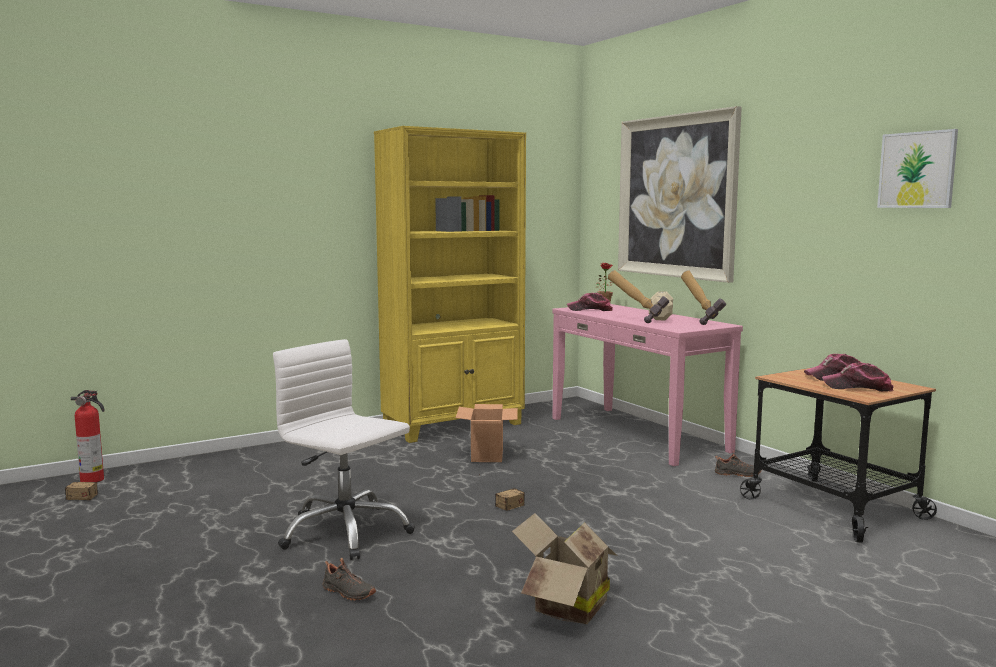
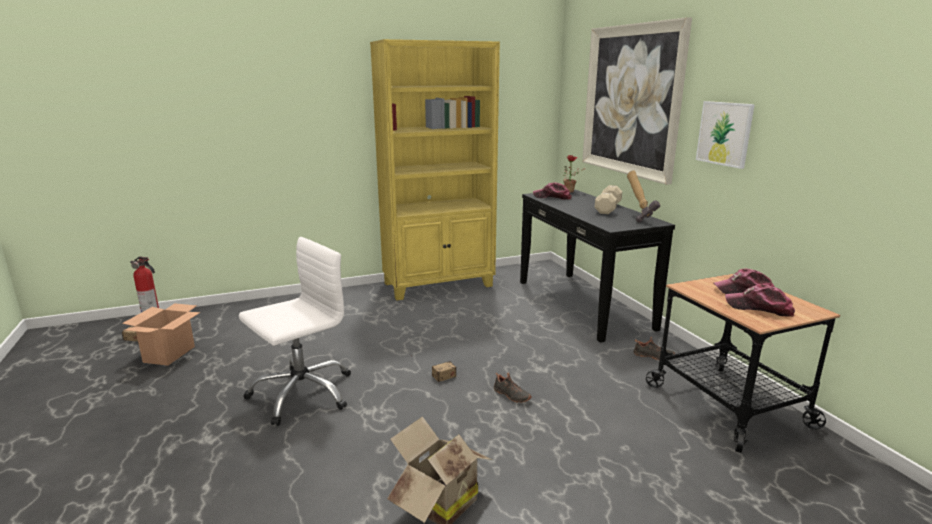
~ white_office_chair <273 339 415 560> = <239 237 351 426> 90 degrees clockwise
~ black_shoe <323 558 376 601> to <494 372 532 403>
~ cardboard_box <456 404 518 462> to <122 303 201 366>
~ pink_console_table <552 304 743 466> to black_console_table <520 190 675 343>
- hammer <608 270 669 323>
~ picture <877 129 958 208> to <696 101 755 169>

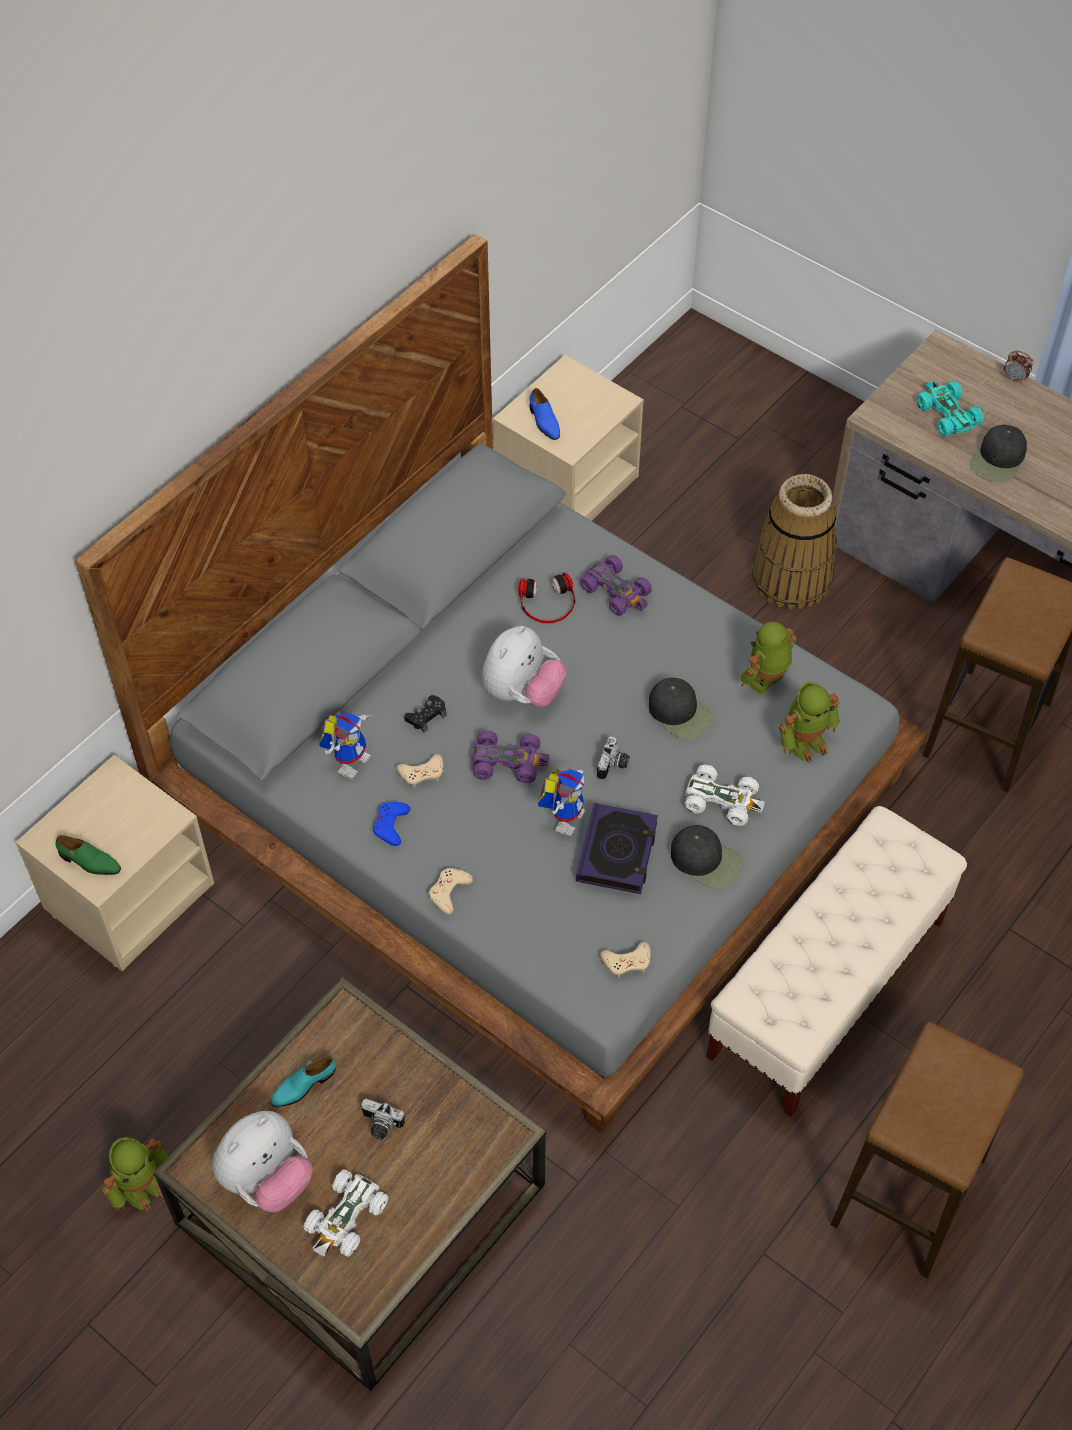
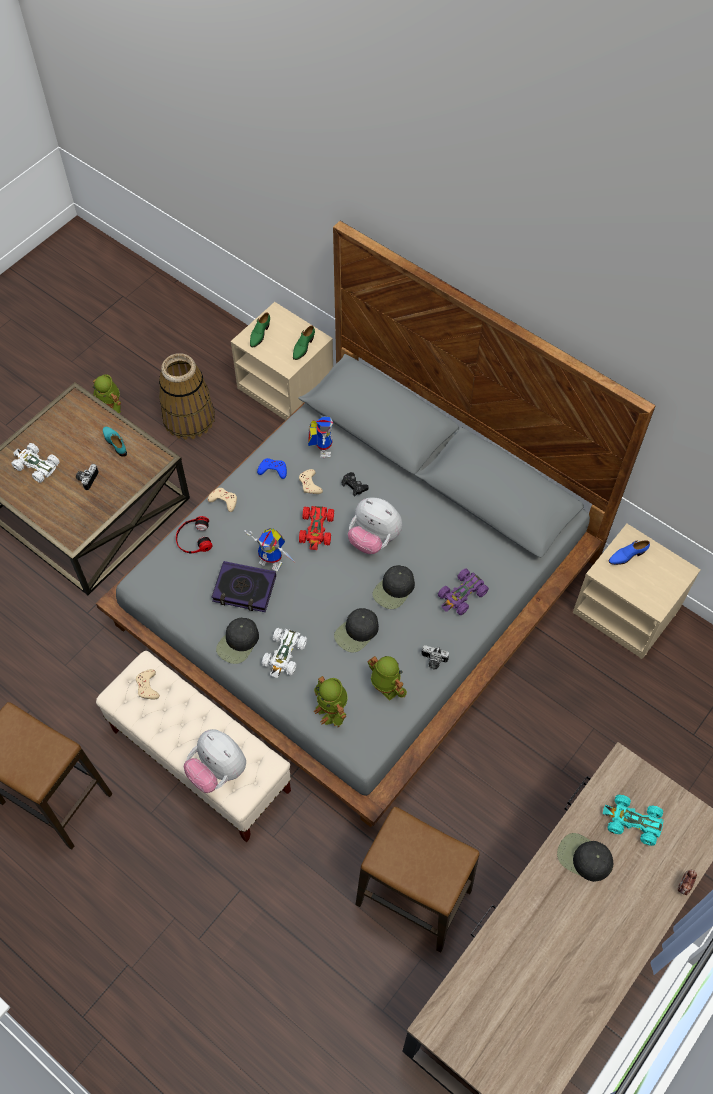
~ plush_toy <212 1111 313 1212> to <184 729 246 793>
~ toy_robot <319 712 375 779> = <308 416 333 458> 120 degrees counterclockwise
~ purple_toy_car <471 730 549 783> to red_toy_car <299 506 334 550>
~ headphones <518 572 575 623> to <176 516 213 554>
~ photo_camera <597 736 630 780> to <422 645 449 670>
~ beige_game_controller <600 942 651 978> to <136 669 160 699>
~ basket <752 474 837 609> to <159 353 215 440>
~ turquoise_toy_car <917 381 984 437> = <603 795 663 846> 135 degrees counterclockwise
+ green_shoe <293 325 315 360>
+ black_cap <372 565 415 609>

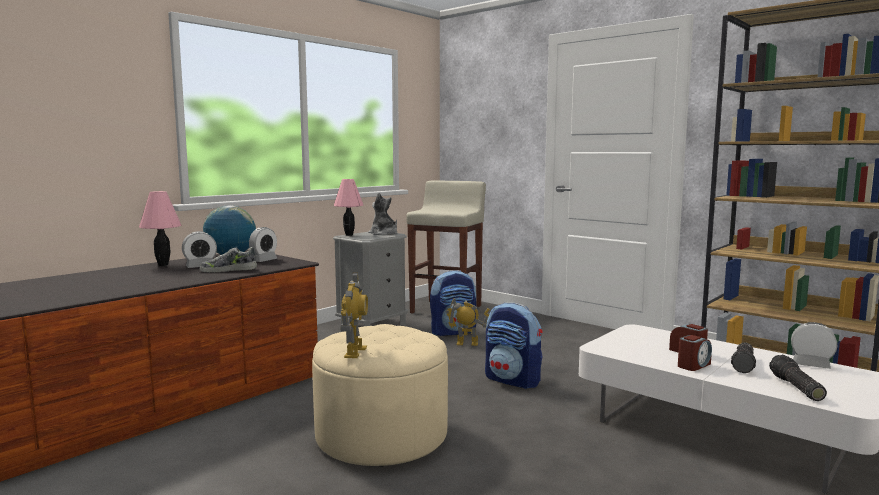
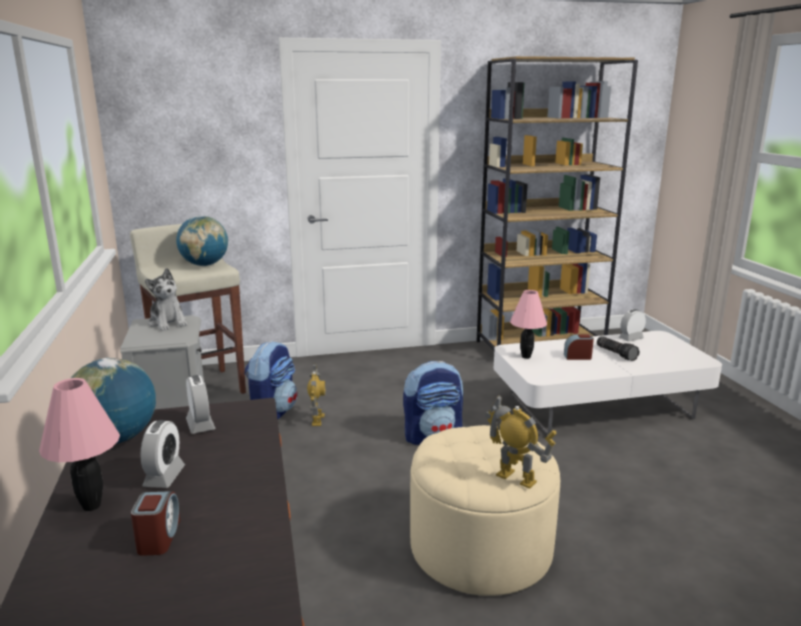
- shoe <200 247 257 273>
~ pink_table_lamp <334 179 363 236> to <510 290 547 359>
~ plush_toy <368 193 397 235> = <145 268 188 331> 120 degrees counterclockwise
~ toy_robot <445 298 490 346> = <307 364 325 426> 135 degrees clockwise
~ alarm_clock <678 335 712 371> to <131 491 180 556>
- flashlight <769 355 827 401>
+ globe <176 216 228 266>

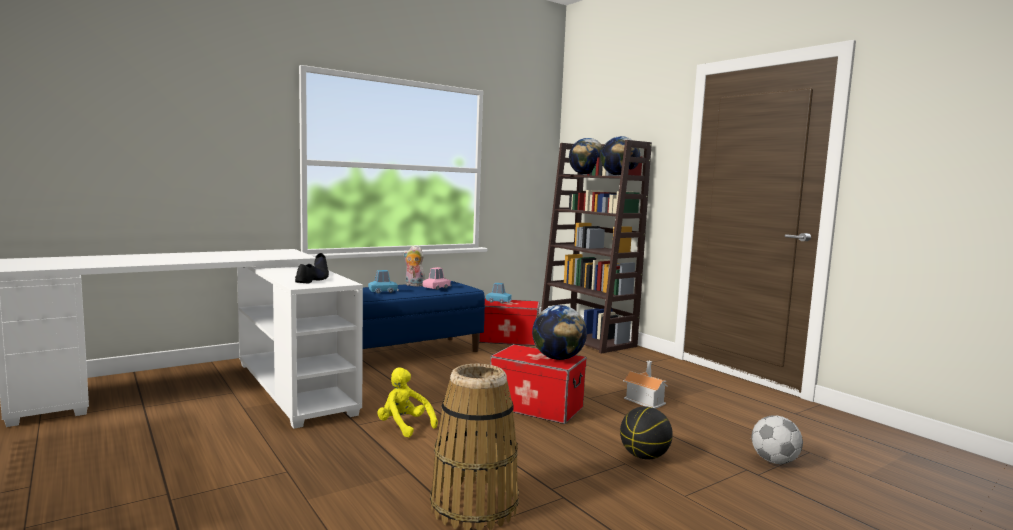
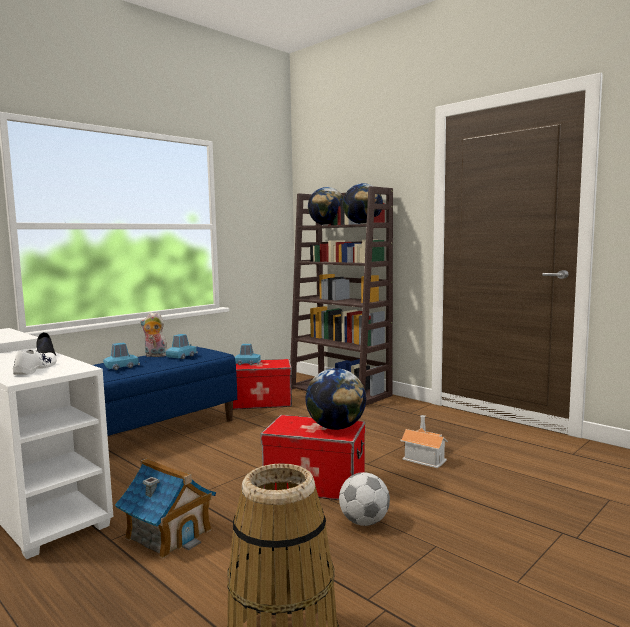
~ black_shoe <295 264 329 283> to white_shoe <13 349 57 375>
~ yellow_plush_toy <377 367 438 438> to toy_house <115 458 216 559>
~ pink_toy_car <423 267 451 290> to blue_toy_car <166 334 198 359>
- basketball <620 406 673 460>
~ football <752 415 803 464> to <339 472 390 526>

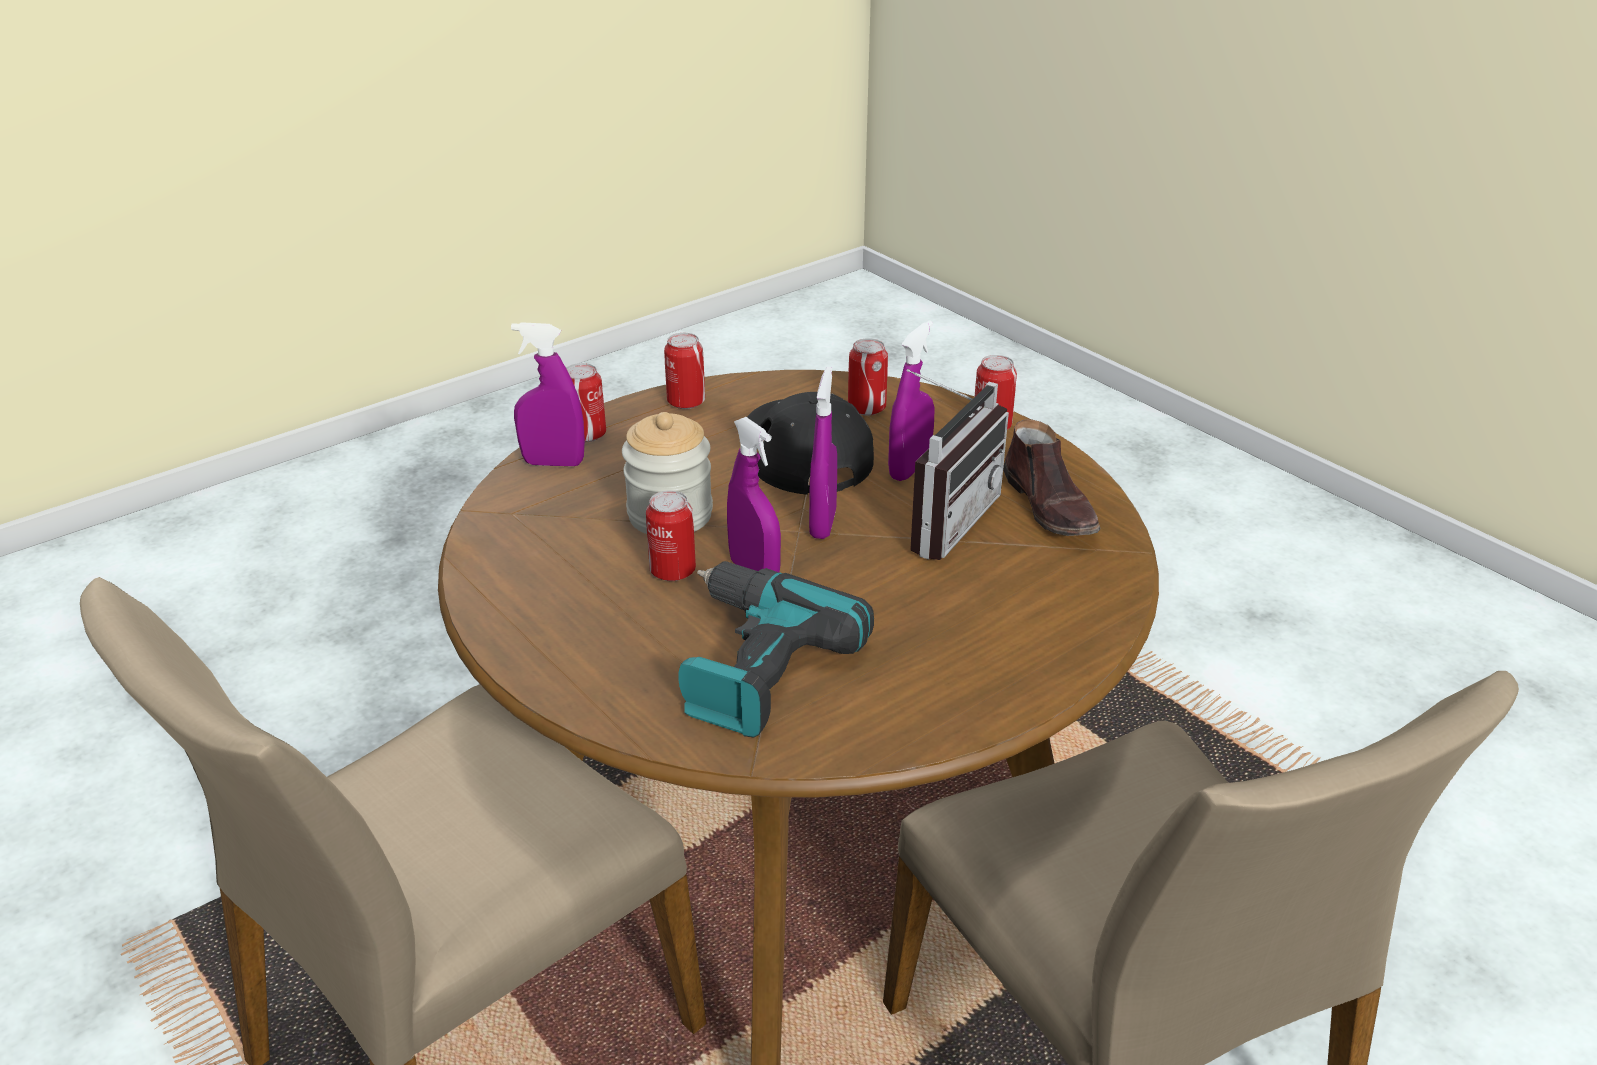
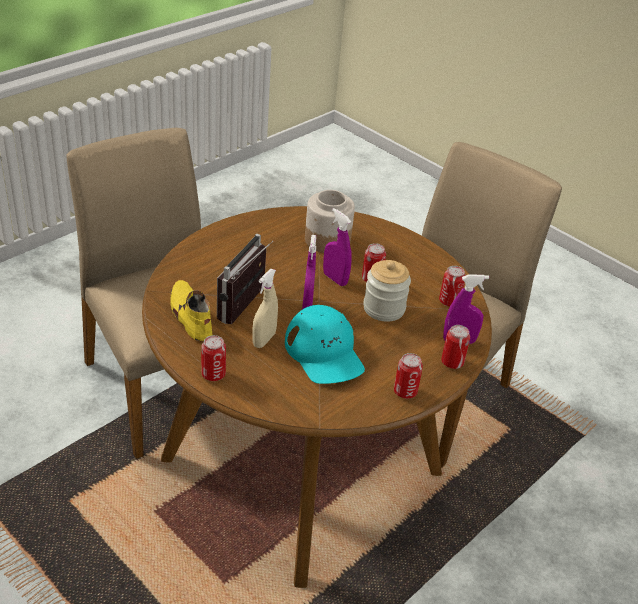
~ power_drill <678 561 874 737> to jar <305 190 355 253>
~ black_cap <747 392 874 495> to turquoise_cap <285 305 365 384>
~ can <848 338 888 416> to <439 266 466 307>
~ purple_spray_bottle <888 320 935 481> to beige_spray_bottle <252 269 278 348>
~ brown_shoe <1003 419 1100 536> to yellow_shoe <170 280 212 341>

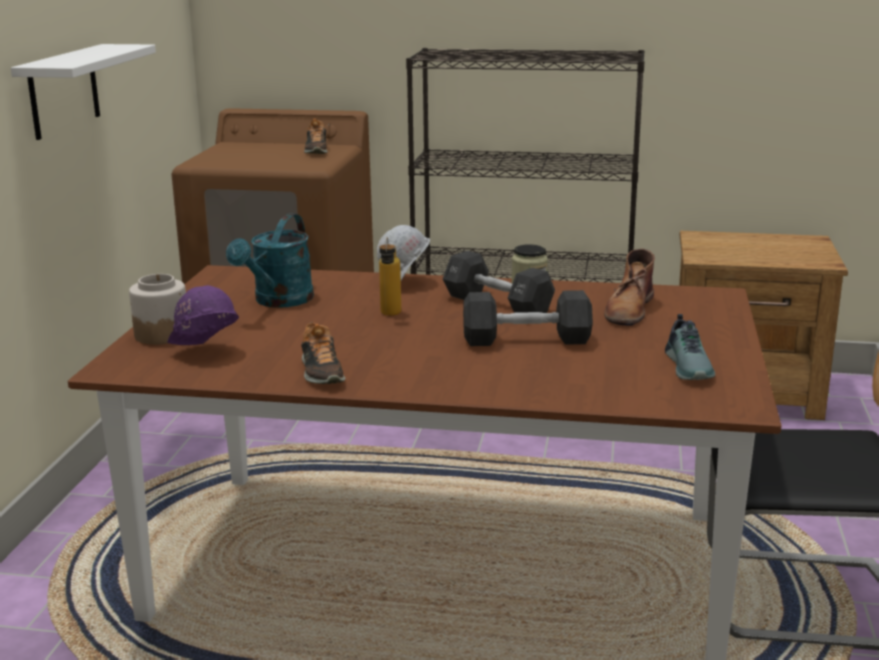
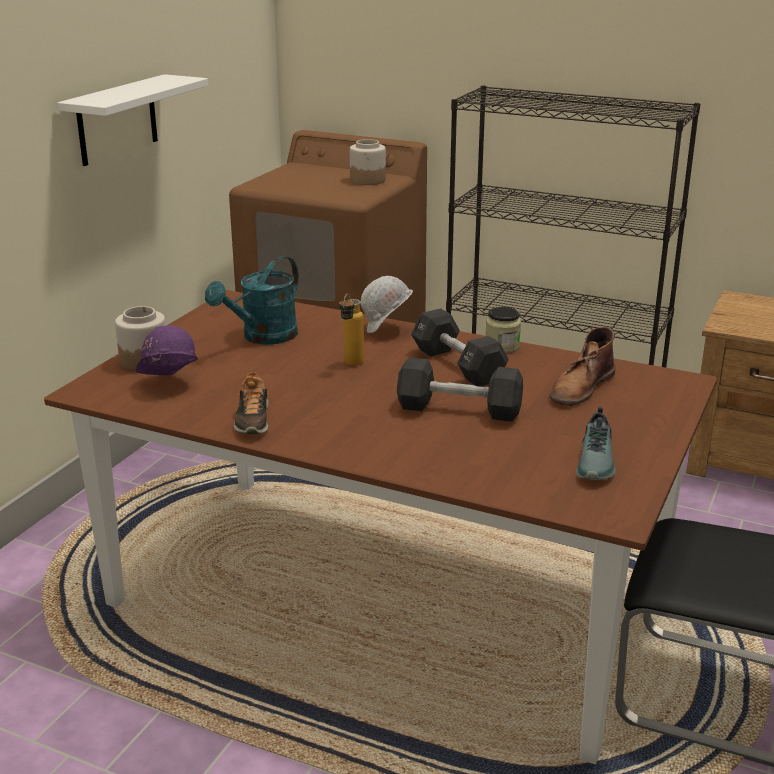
~ shoe <304 118 328 154> to jar <350 139 386 185>

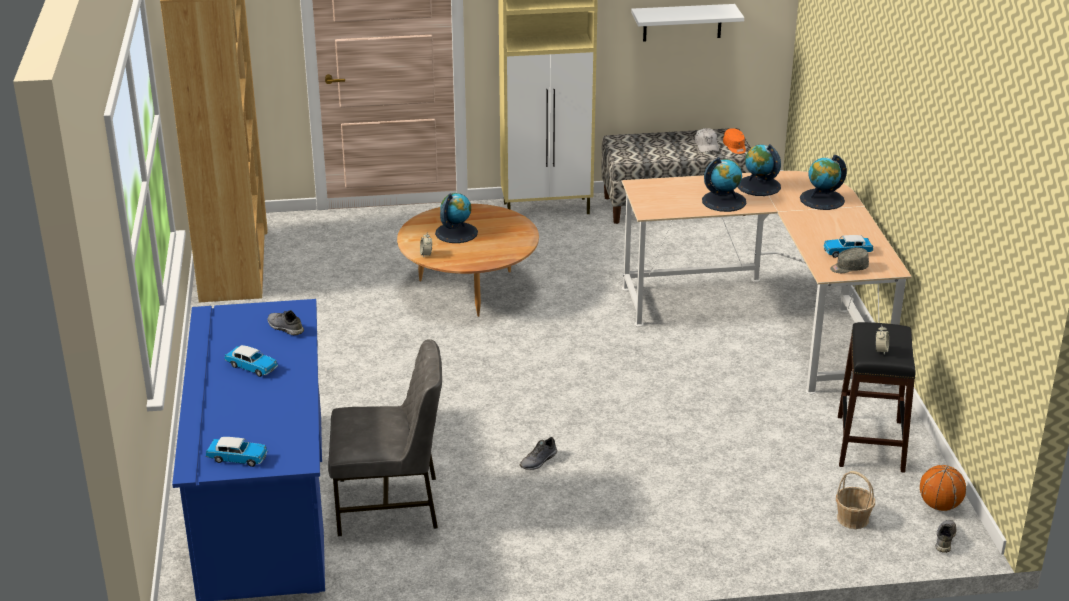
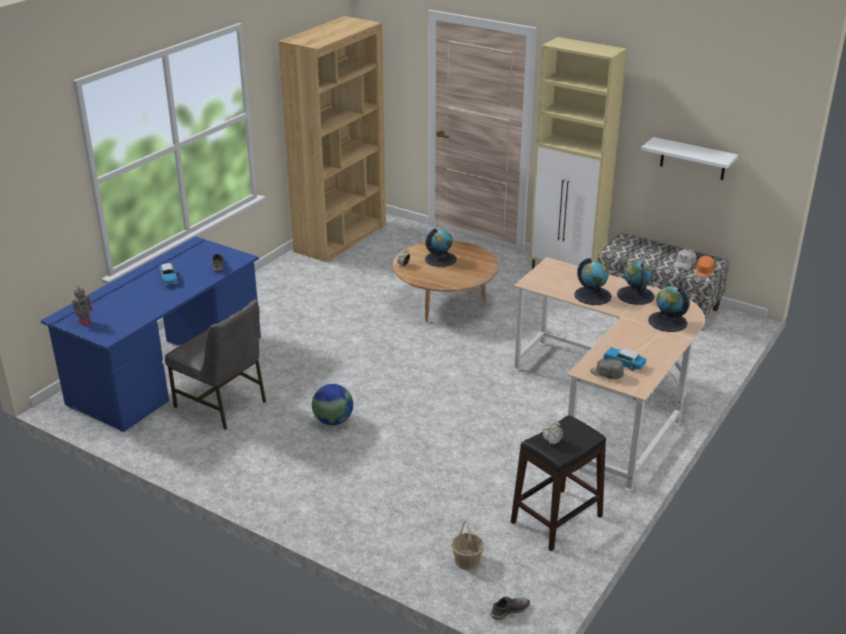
~ toy_car <206 437 268 467> to toy_robot <72 285 93 326>
~ grey_shoe <520 437 557 470> to globe <312 384 353 425>
- basketball <920 465 966 511>

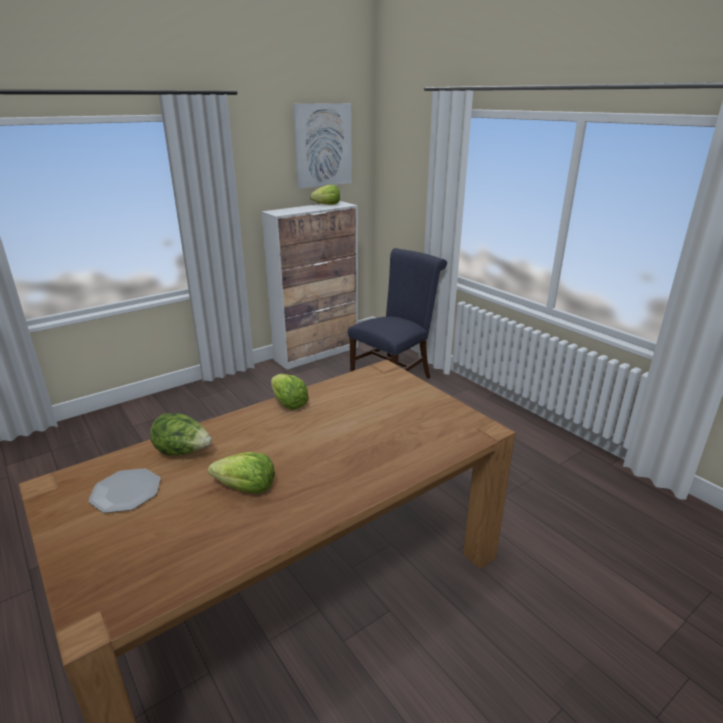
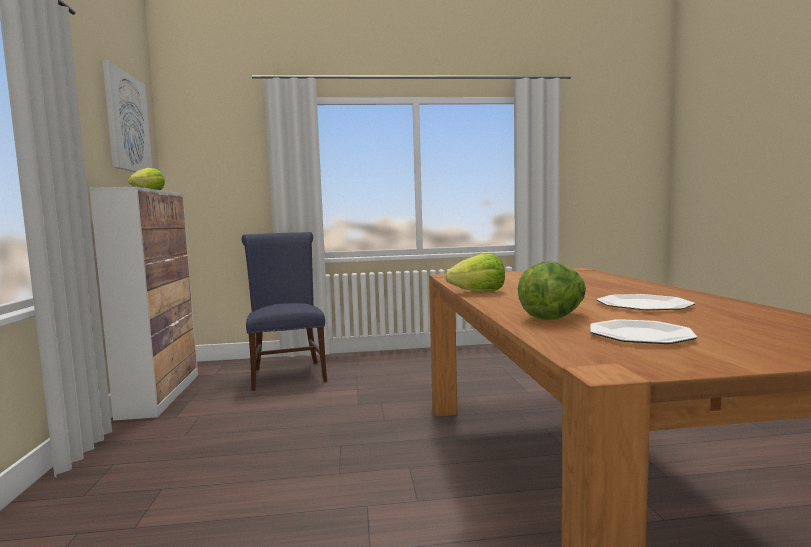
~ lettuce <208 452 275 494> to plate <597 294 695 310>

